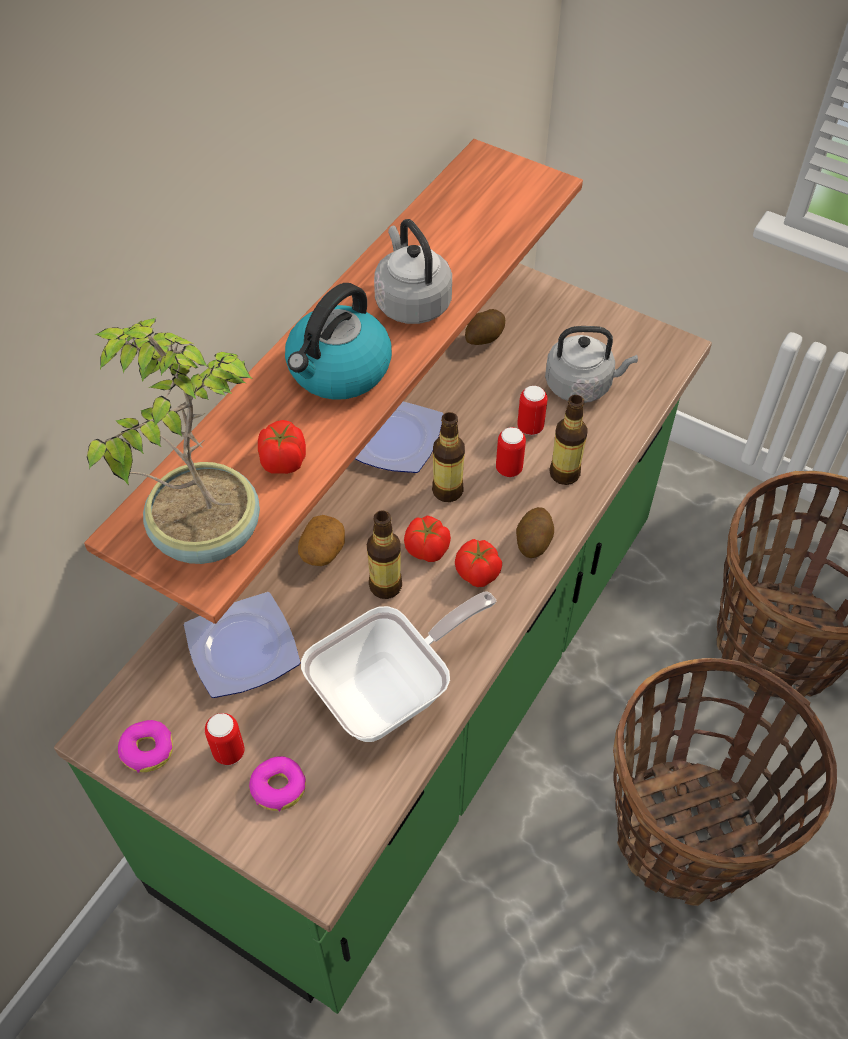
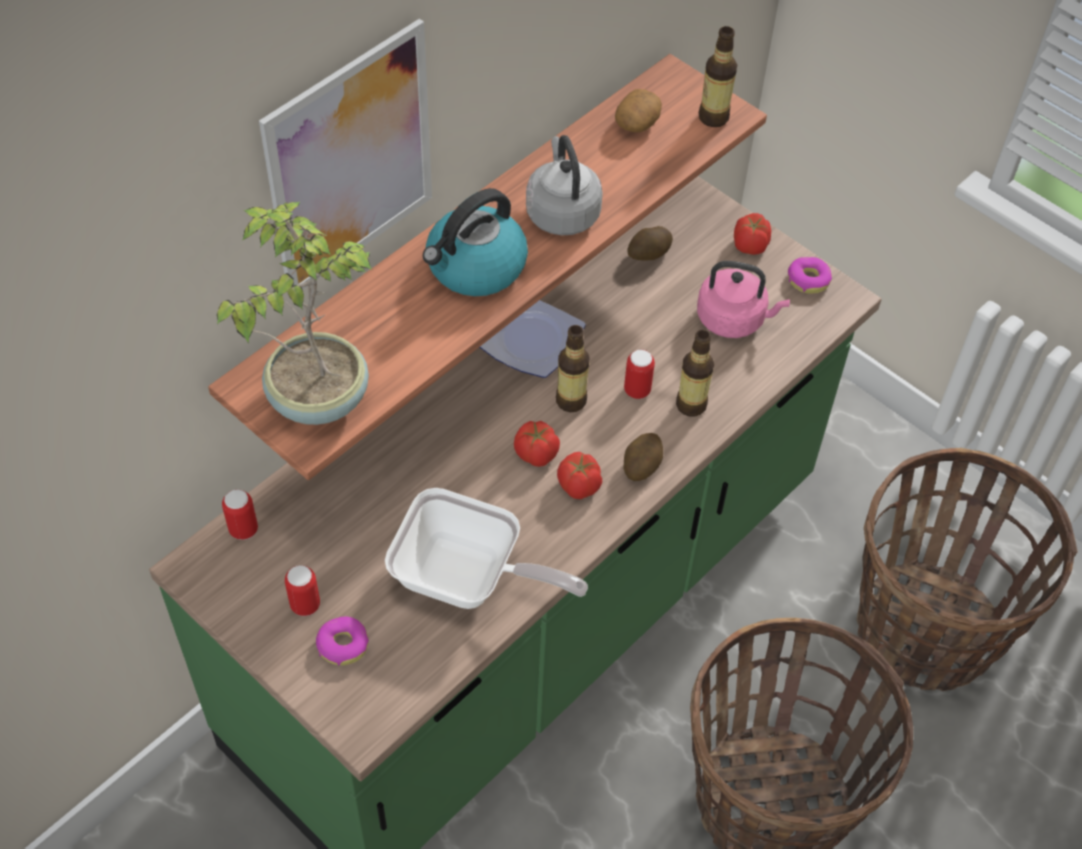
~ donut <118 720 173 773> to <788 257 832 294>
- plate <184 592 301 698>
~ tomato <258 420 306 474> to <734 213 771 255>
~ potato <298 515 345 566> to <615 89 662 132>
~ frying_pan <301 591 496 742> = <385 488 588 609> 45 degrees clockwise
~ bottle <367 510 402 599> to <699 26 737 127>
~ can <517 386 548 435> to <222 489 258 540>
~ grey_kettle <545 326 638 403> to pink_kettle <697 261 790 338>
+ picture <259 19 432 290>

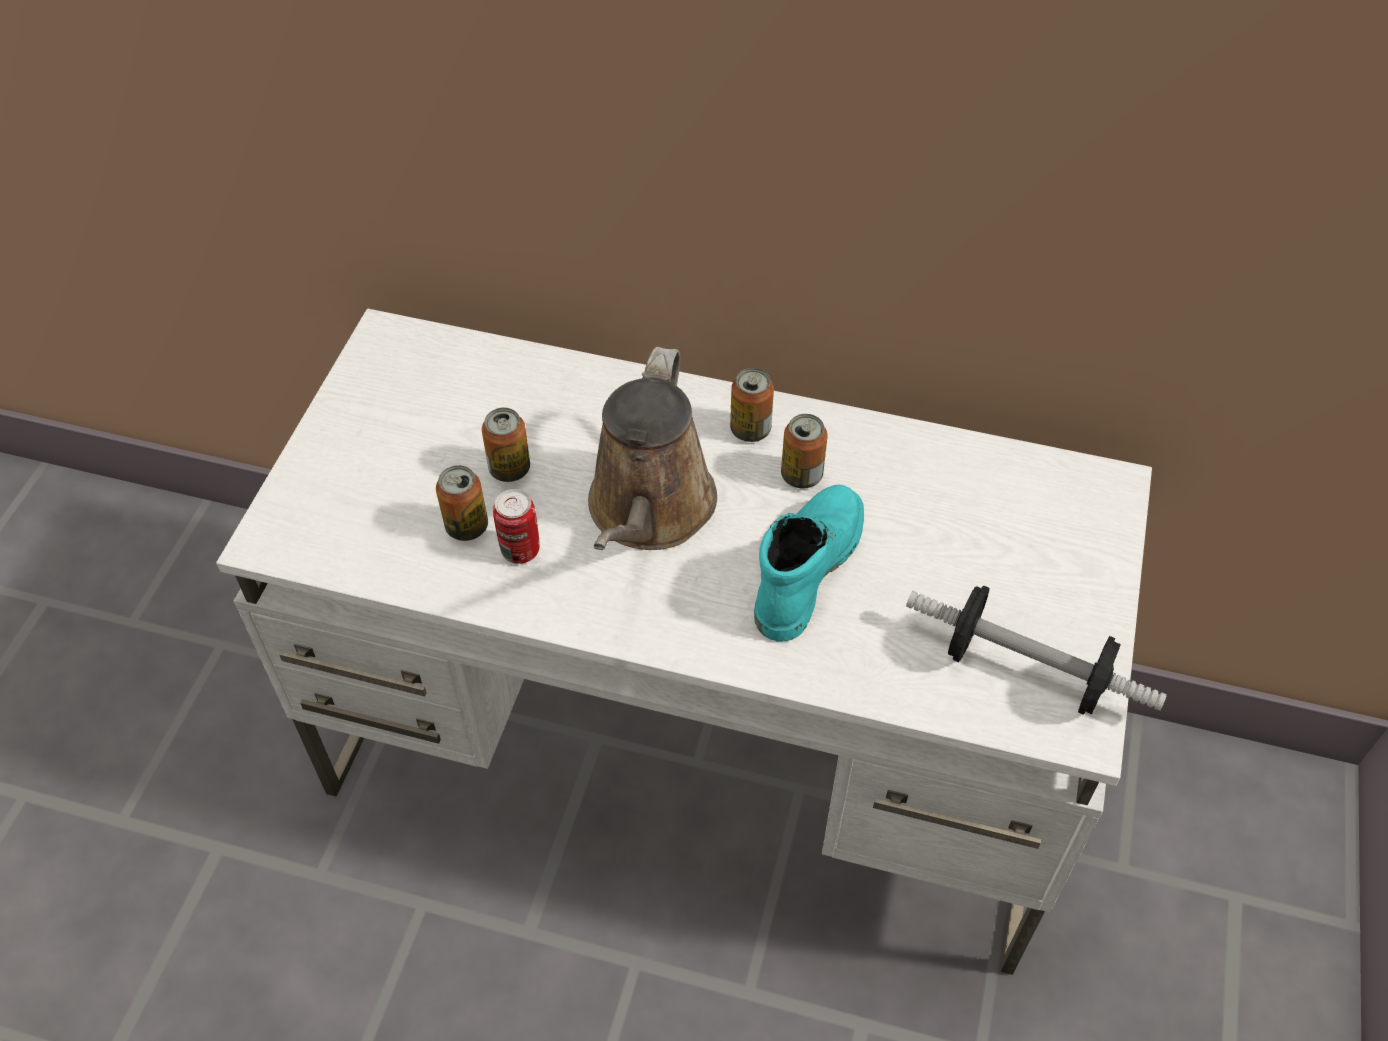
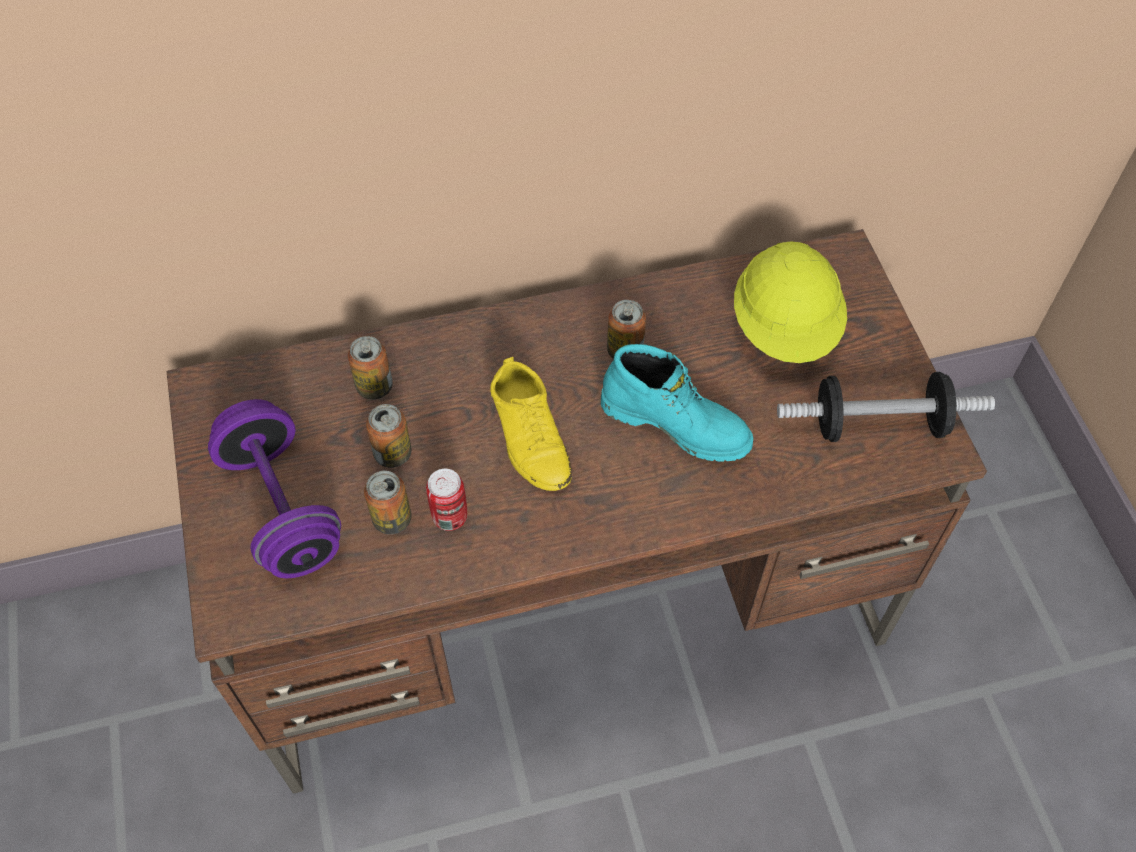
~ white_desk <216 309 1152 975> to brown_desk <167 229 987 794>
~ brown_watering_can <588 347 717 550> to yellow_shoe <490 357 572 491>
~ can <730 368 774 442> to <348 336 393 400>
~ turquoise_boot <754 485 864 642> = <601 344 753 462> 120 degrees clockwise
+ purple_dumbbell <208 399 341 578>
+ yellow_hard_hat <734 242 847 363>

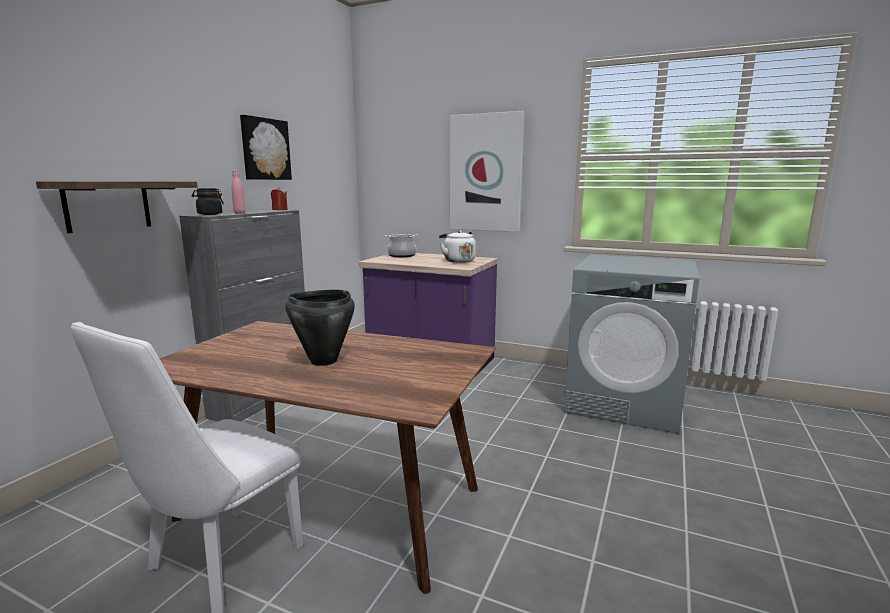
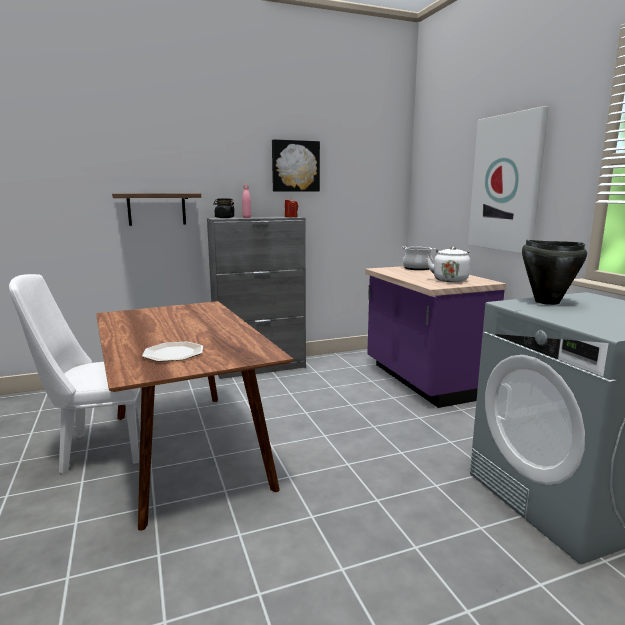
~ black_cooking_pot <286 290 355 366> to <522 240 587 305>
+ plate <142 342 203 362>

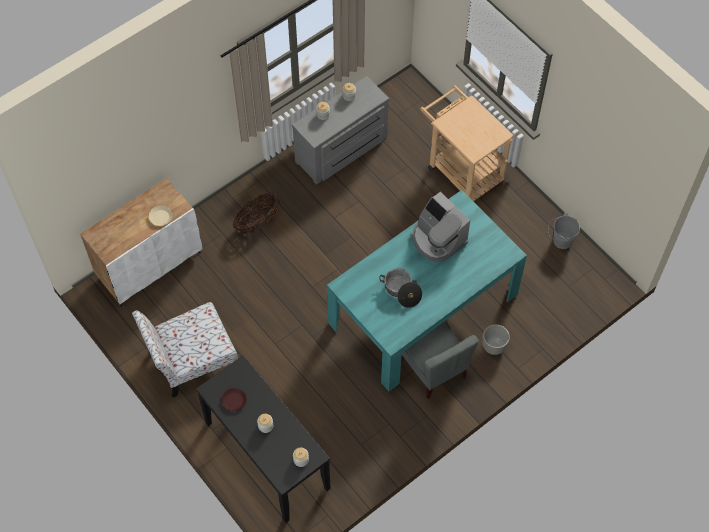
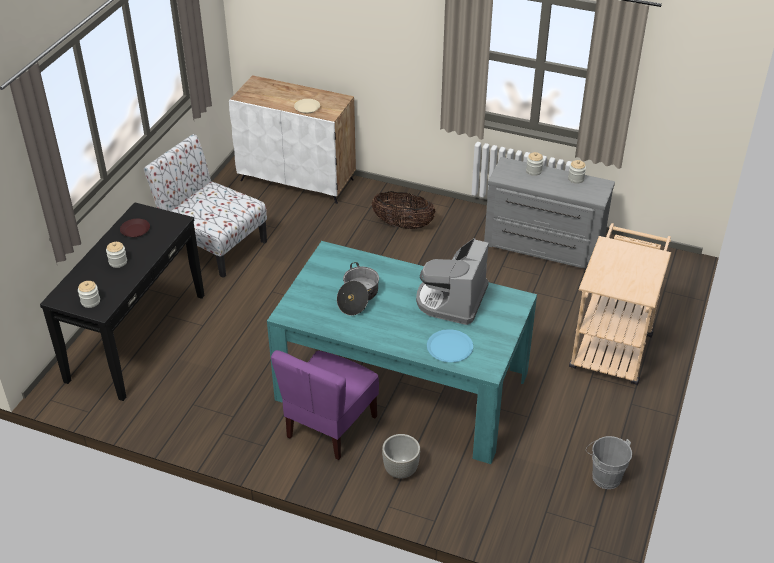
~ grey_chair <401 321 479 399> to purple_chair <271 350 379 460>
+ blue_plate <427 329 473 362>

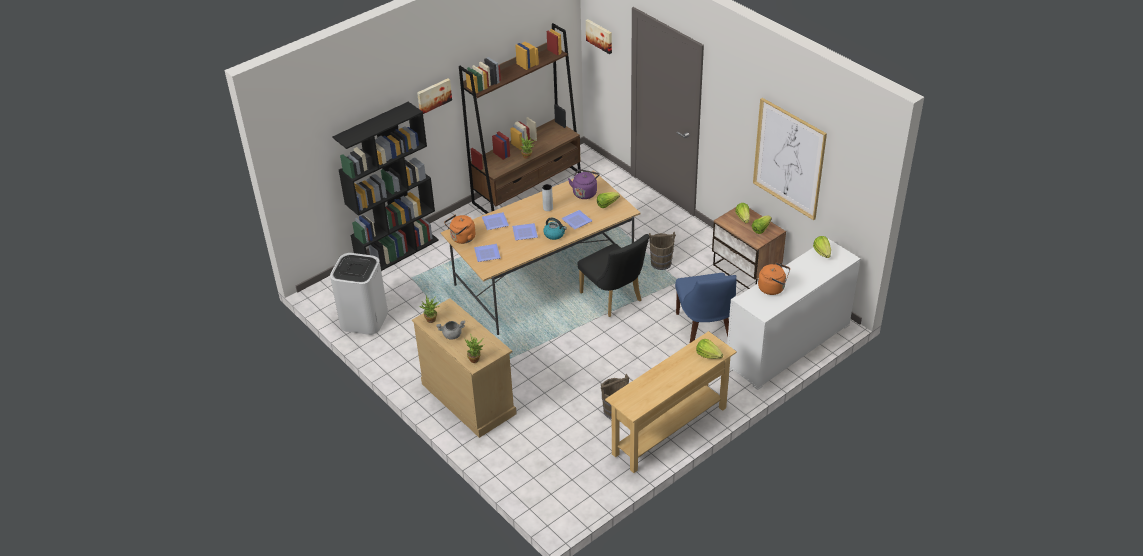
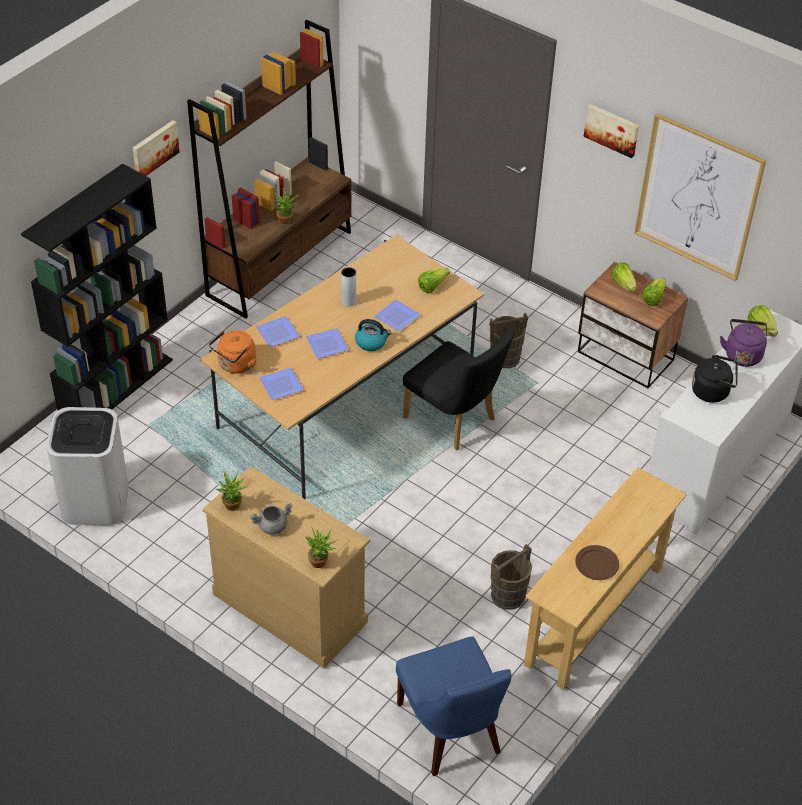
~ purple_kettle <568 169 600 199> to <720 319 767 367>
~ picture <586 19 612 54> to <583 104 639 158>
~ blue_chair <675 273 737 343> to <396 636 512 776>
- lettuce <696 339 723 359>
~ orange_kettle <758 262 790 295> to black_kettle <692 355 738 403>
+ brown_plate <575 545 619 580>

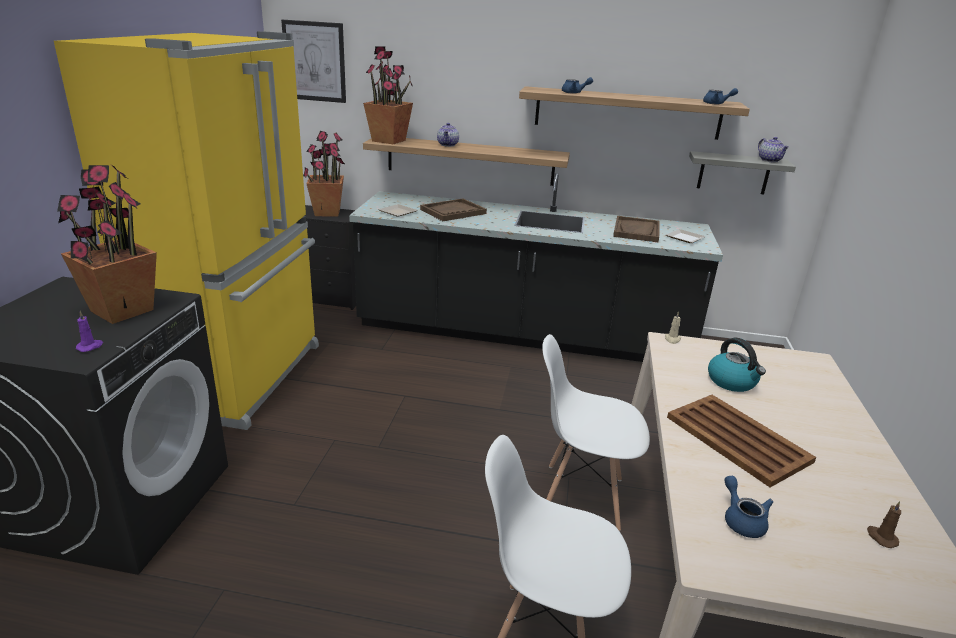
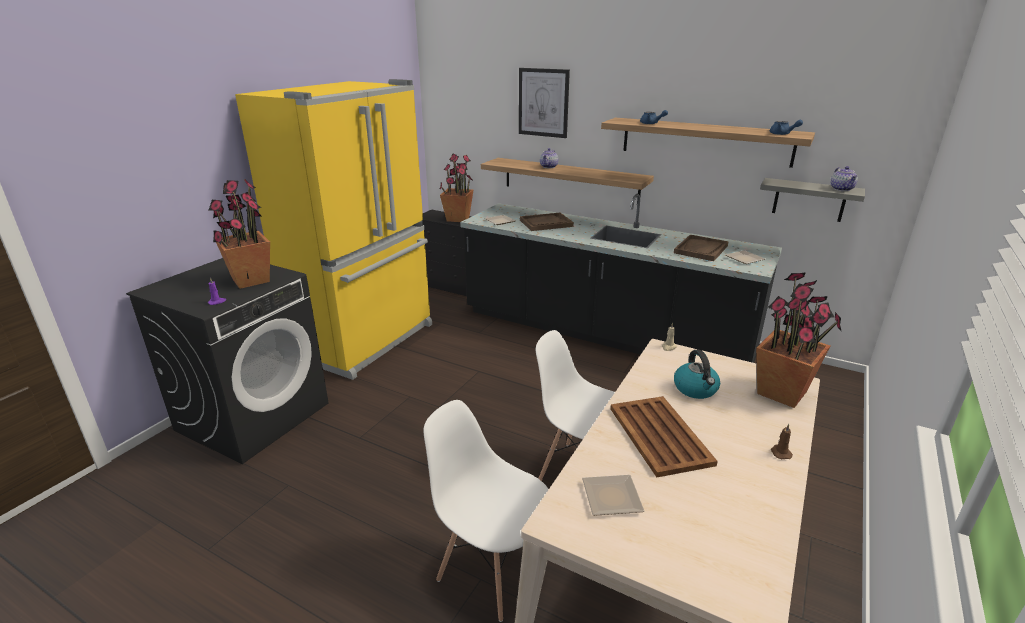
~ picture <281 20 346 103> to <519 68 570 138>
~ potted_plant <363 46 413 144> to <756 272 841 408>
~ blue_teapot <725 476 774 538> to plate <582 475 644 516>
~ brown_candle <867 501 901 548> to <771 424 793 459>

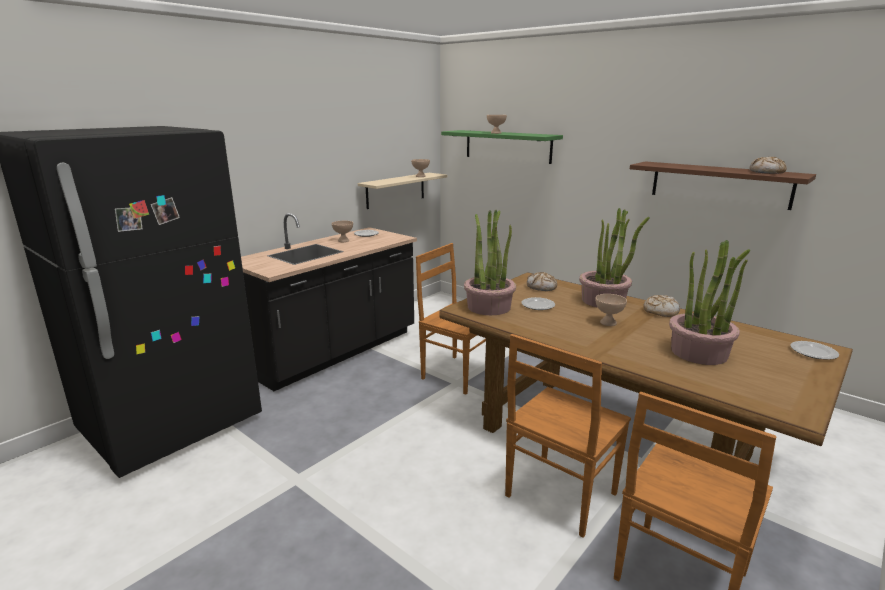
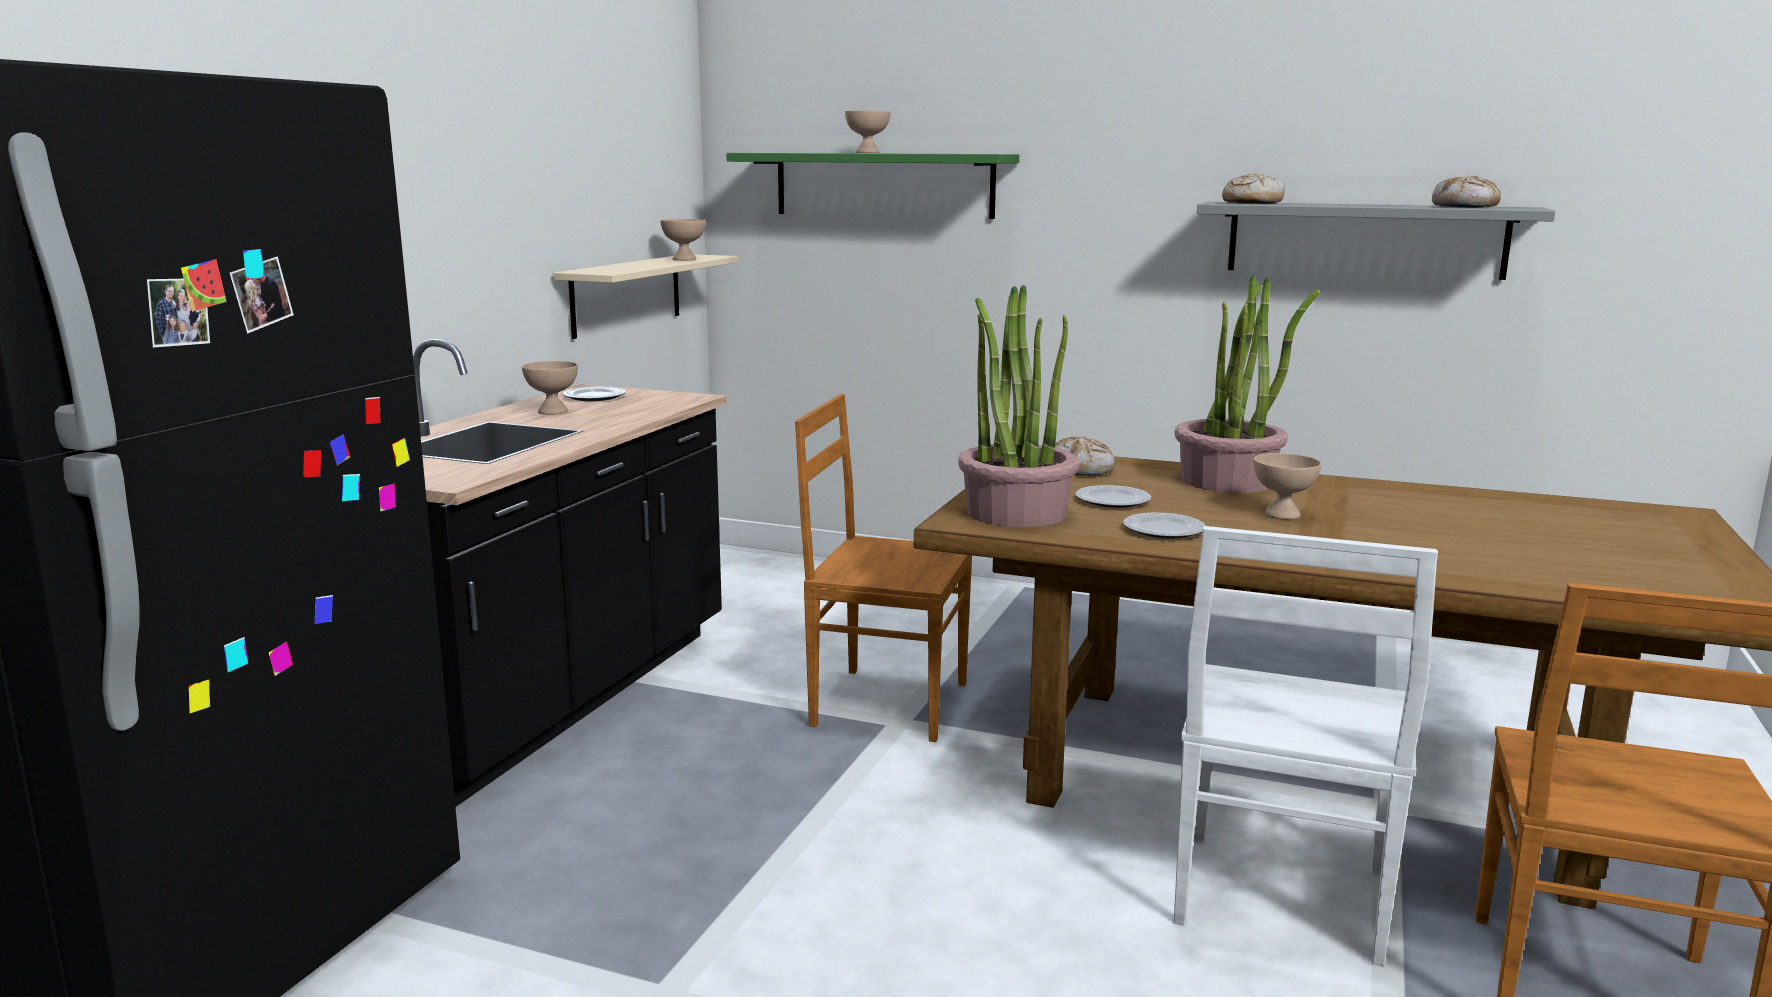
~ brown_chair <505 334 631 538> to white_chair <1174 526 1438 966>
~ brown_shelf <630 161 816 210> to grey_shelf <1197 202 1556 280>
~ bread <643 295 680 317> to <1222 173 1285 204>
- potted_plant <669 240 750 365>
~ plate <790 341 839 360> to <1123 513 1206 539>

